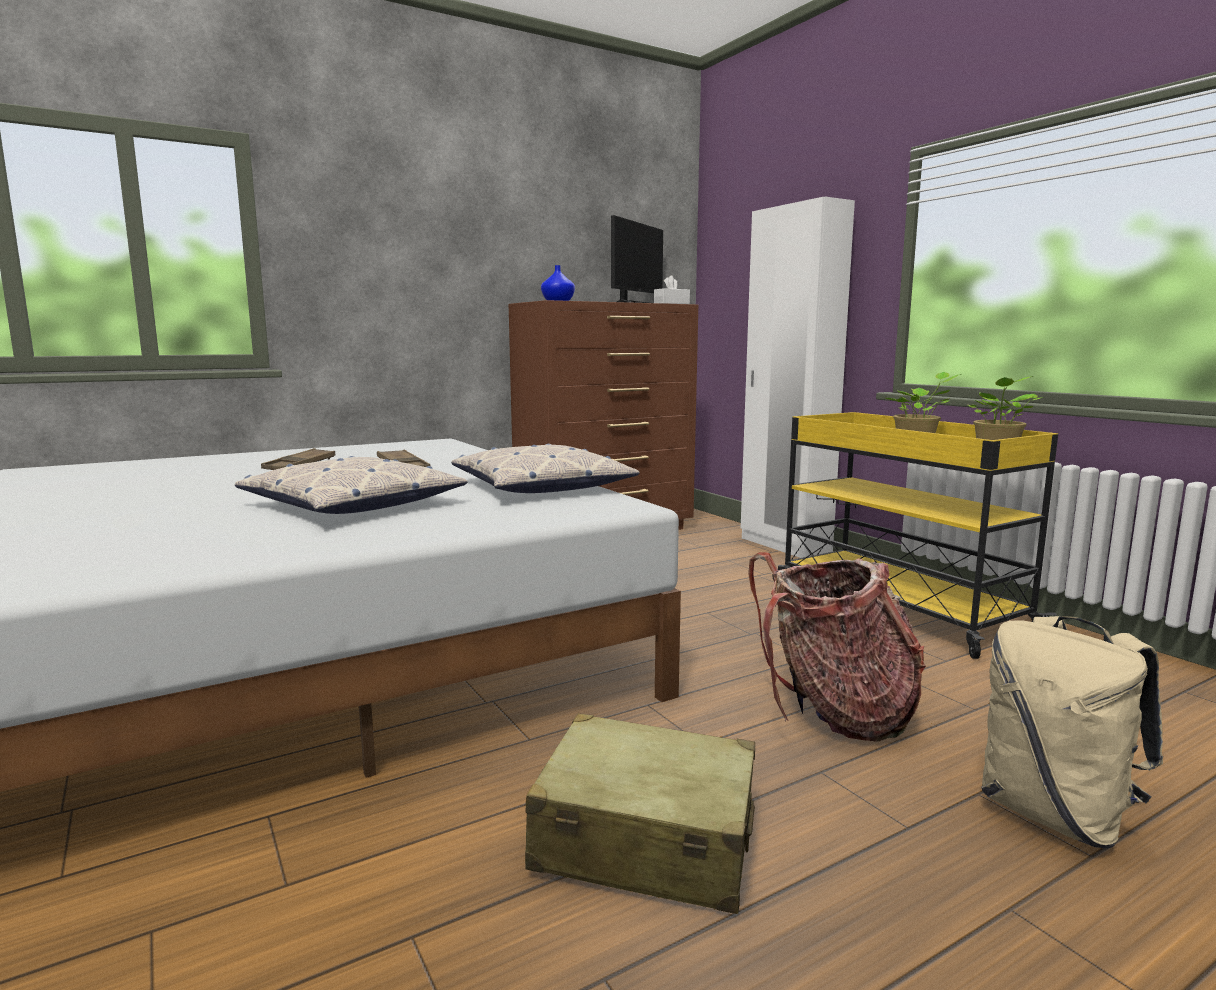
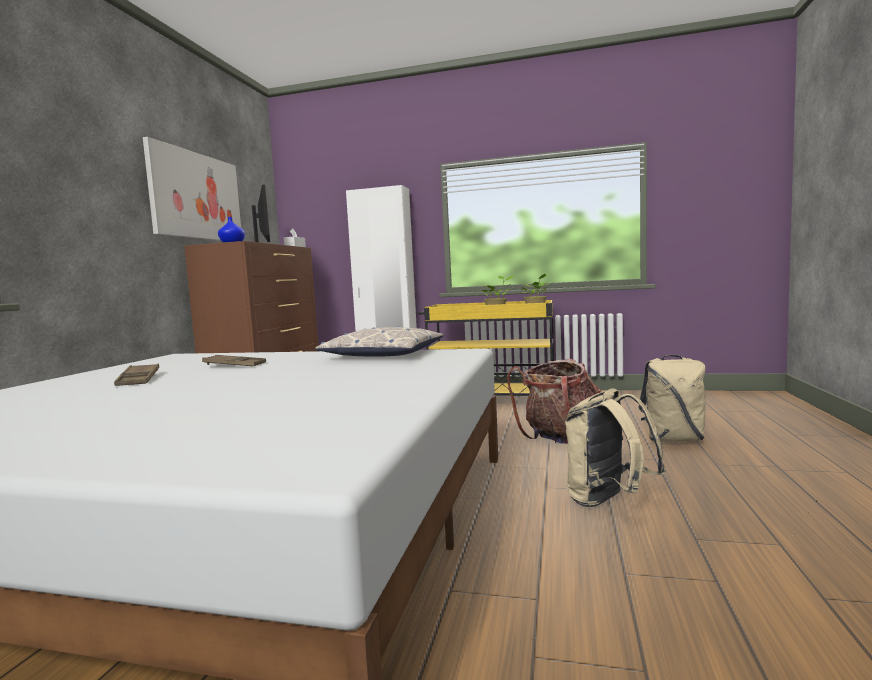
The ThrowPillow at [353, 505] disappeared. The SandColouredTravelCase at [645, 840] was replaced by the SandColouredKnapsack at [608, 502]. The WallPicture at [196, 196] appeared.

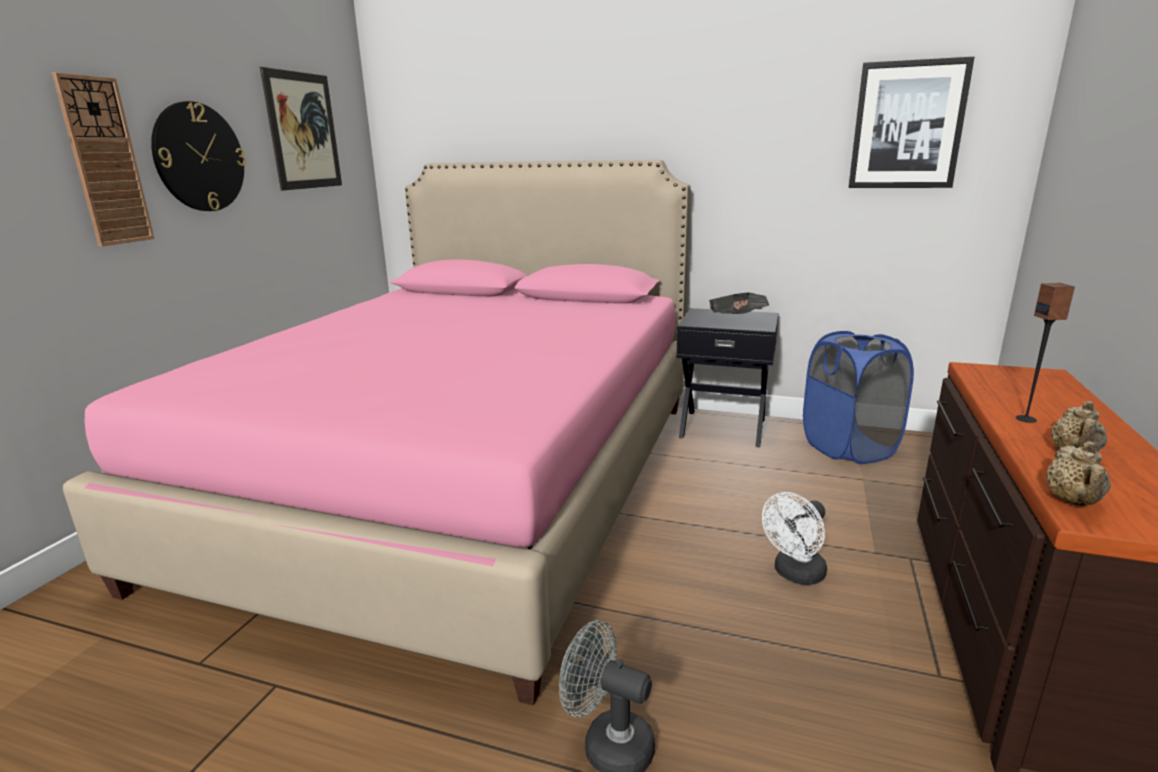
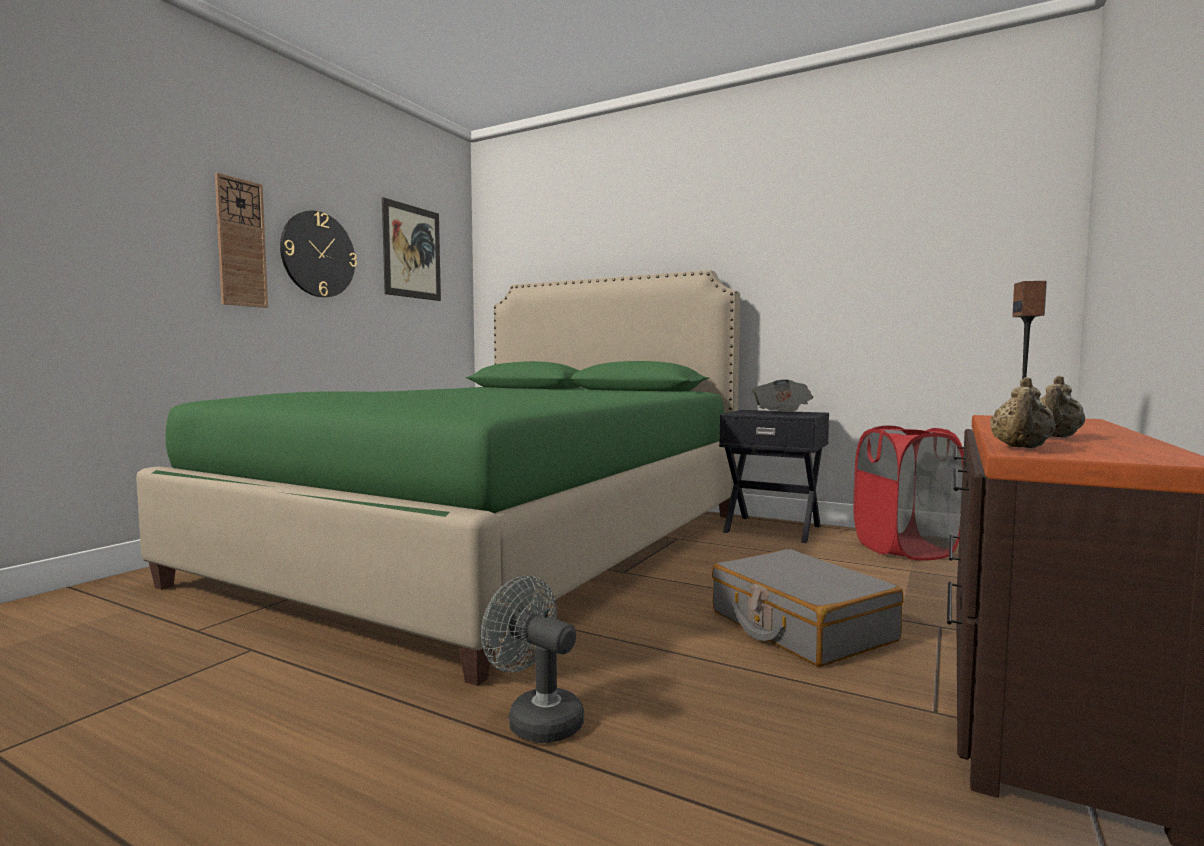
The WallPicture at [907, 125] disappeared. The PinkColouredSleepingBed at [464, 481] became the GreenishSleepingBed at [497, 545]. The BluishLaundryBasket at [848, 448] became the RedColouredLaundryBasket at [904, 549]. The WhiteCoolingFan at [795, 574] was replaced by the GreyTravelCase at [800, 627].

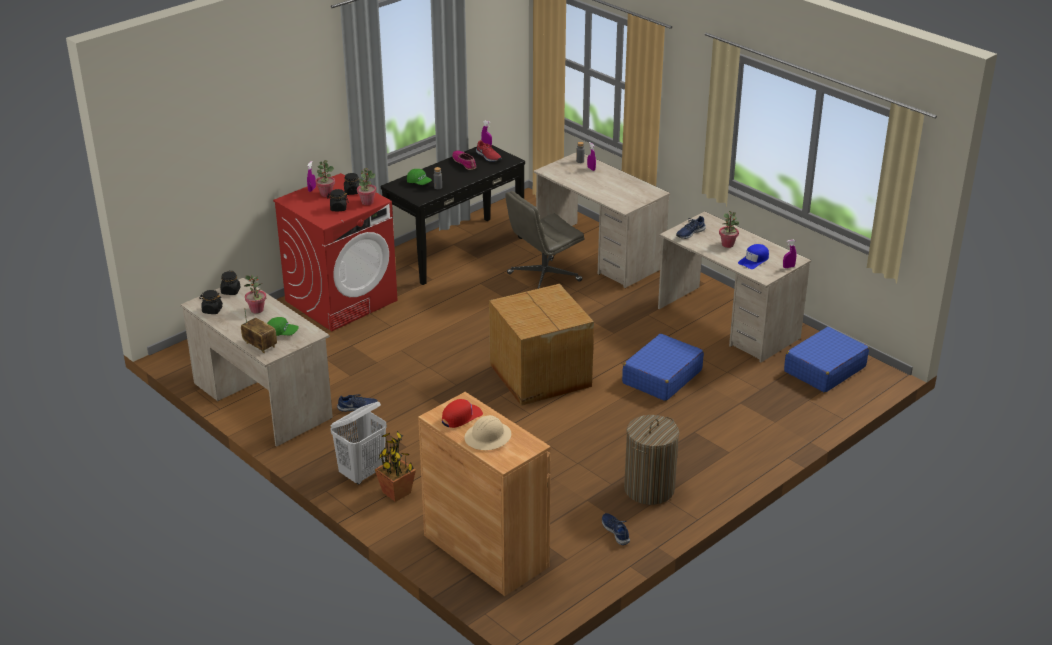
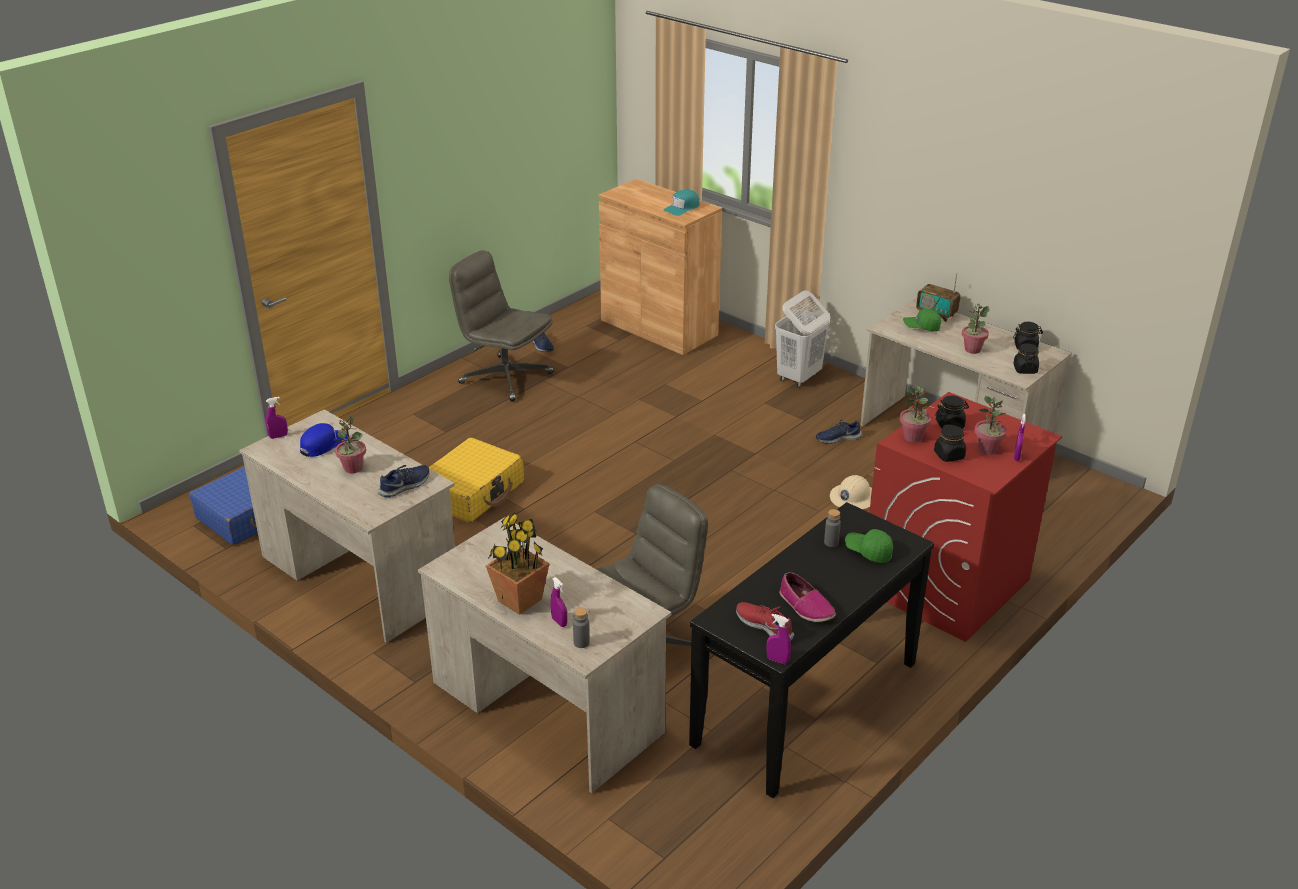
The Carton at [539, 376] disappeared. The BluishTravelCase at [661, 377] became the YellowishTravelCase at [472, 492]. The RedColouredBaseballCap at [461, 417] became the BlueGreenBaseballCap at [682, 208]. The SandColouredSafetyHelmet moved from [488, 437] to [853, 498]. The LaundryBasket at [649, 489] was replaced by the GreyDeskChair at [505, 378]. The Houseplant moved from [396, 493] to [519, 600].

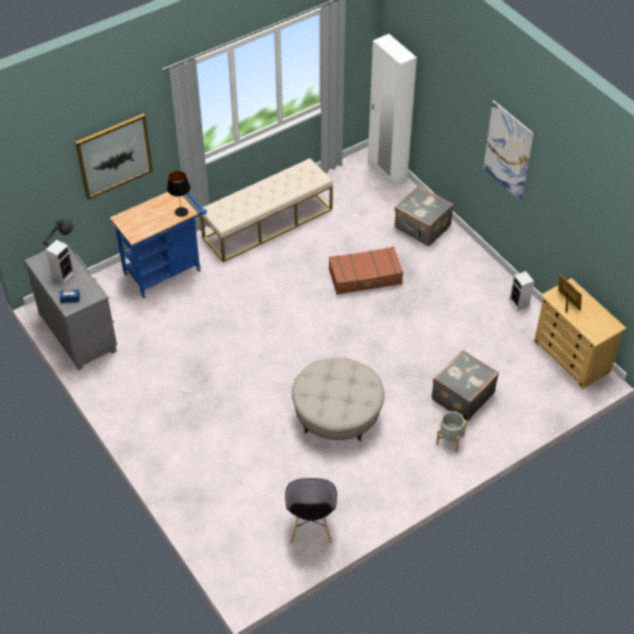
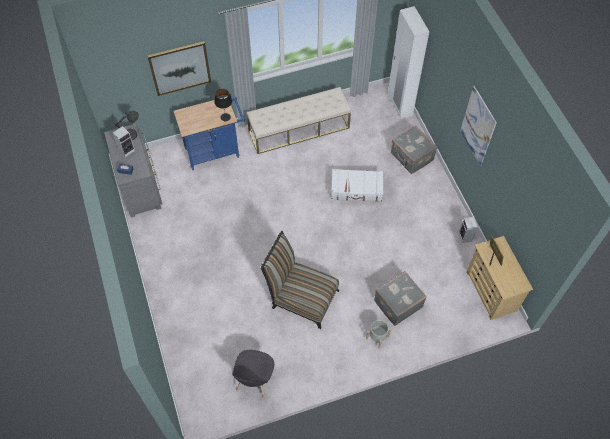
The BrownTravelCase at [365, 277] became the WhiteTravelCase at [356, 189]. The SandColouredPouffe at [337, 415] was replaced by the Chair at [301, 297].

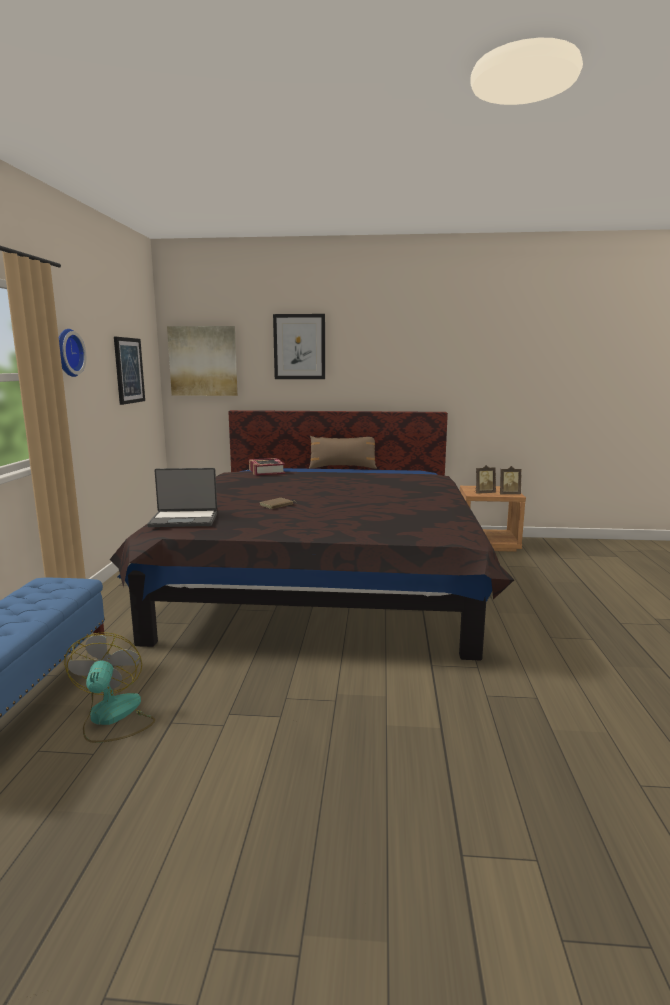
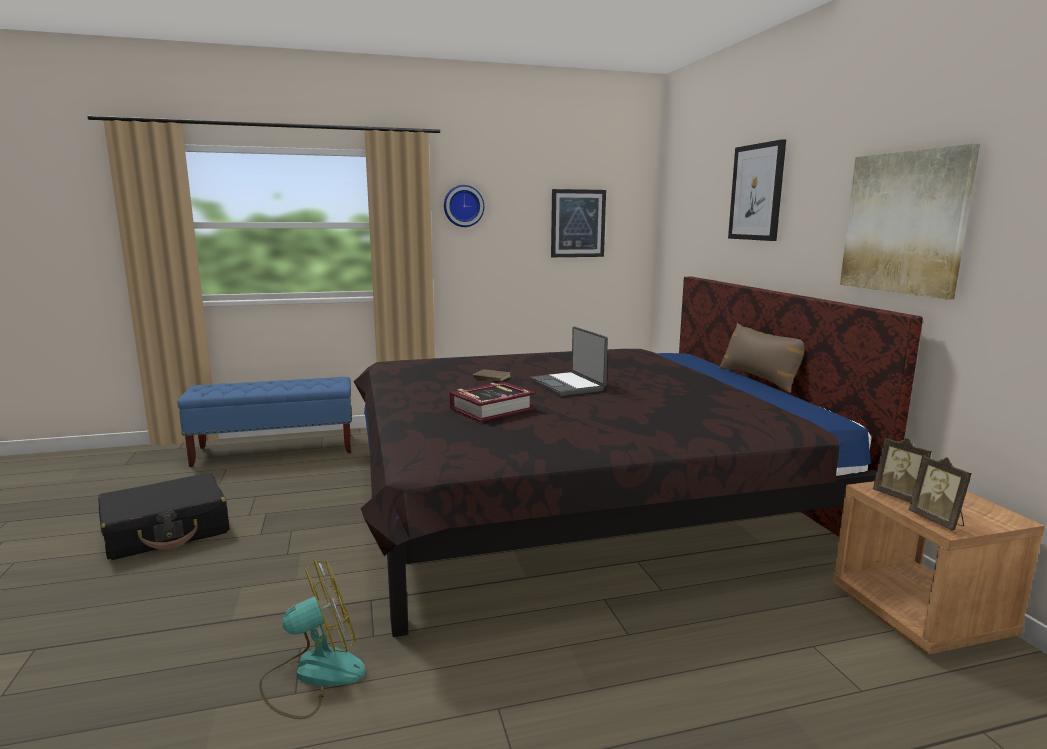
The WallPicture moved from [203, 361] to [904, 222]. The Volume moved from [266, 471] to [492, 409]. The NotebookComputer moved from [184, 520] to [568, 385]. The CoolingFan moved from [112, 718] to [313, 675]. The BlackColouredTravelCase at [167, 531] appeared.

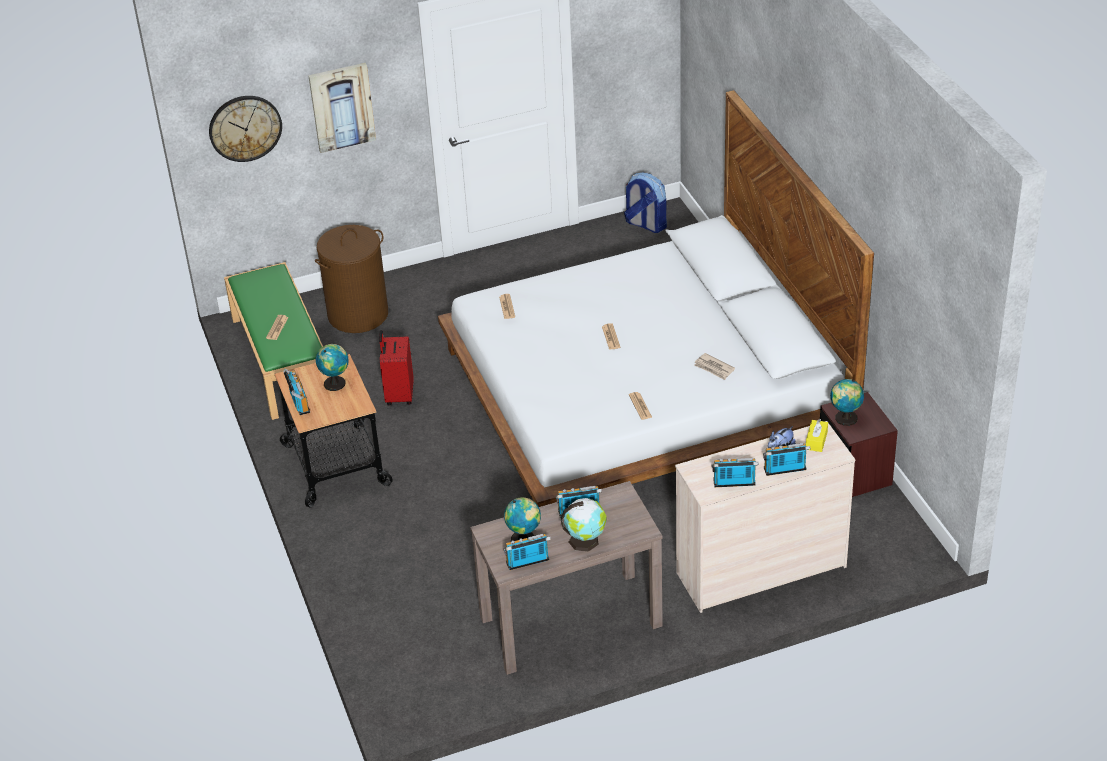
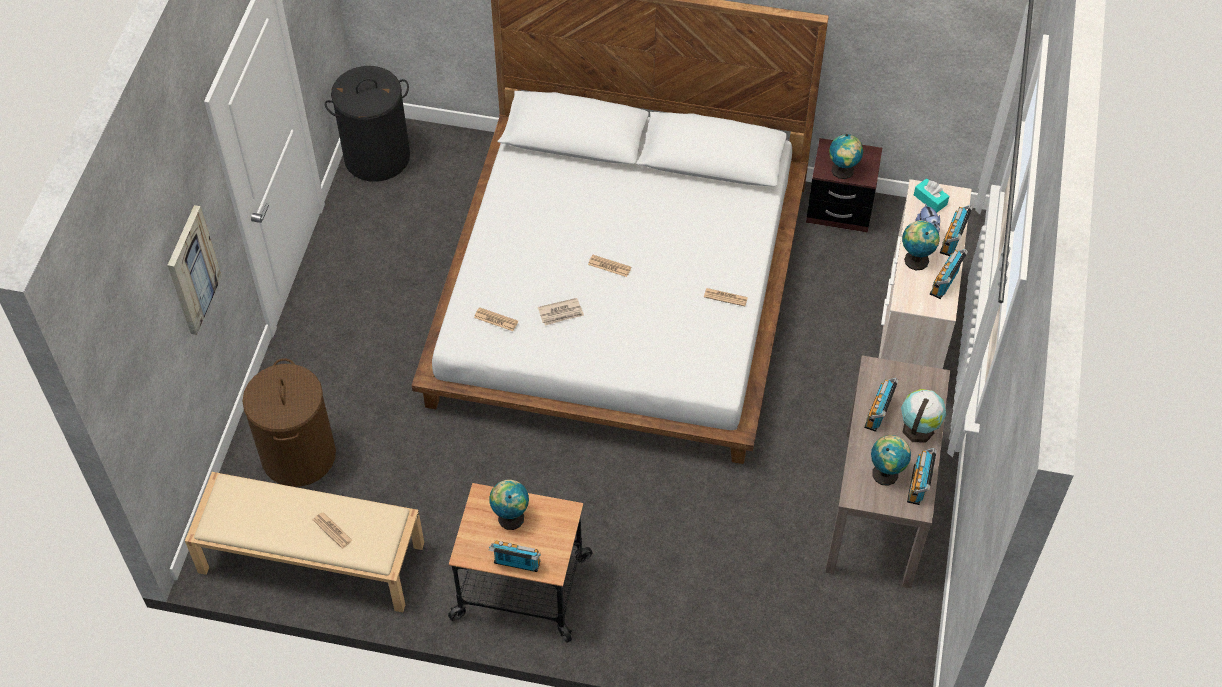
The ClockOnTheWall at [245, 128] disappeared. The Knapsack at [645, 224] was replaced by the BlackColouredLaundryBasket at [377, 157]. The GreenishBench at [281, 359] became the SandColouredBench at [310, 558]. The RedColouredTravelCase at [398, 395] disappeared. The PrintedPaper moved from [714, 368] to [561, 313]. The YellowishTissueHolder at [816, 440] became the BlueGreenTissueHolder at [930, 200]. The DeskGlobe at [915, 259] appeared.

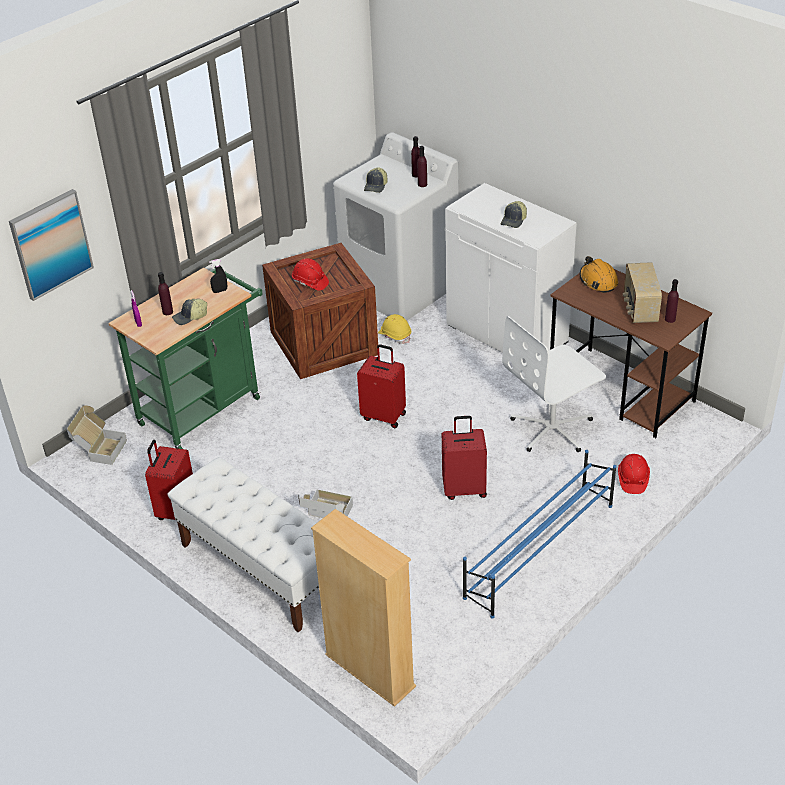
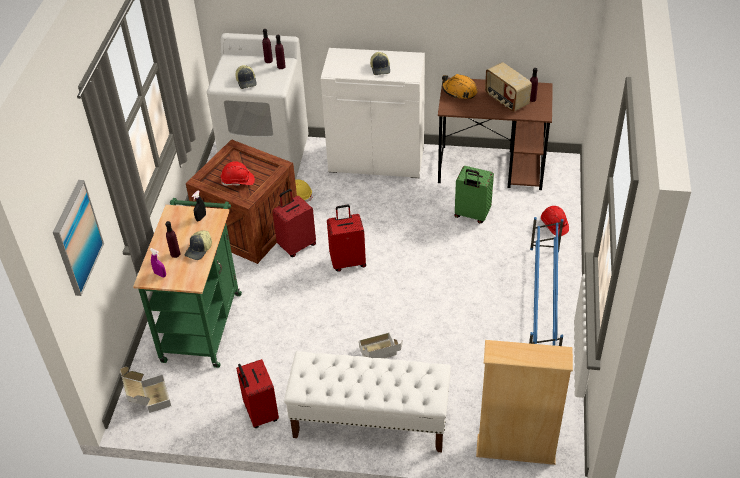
The WhiteDeskChair at [552, 428] was replaced by the GreenishTravelCase at [471, 215]. The RedColouredTravelCase moved from [464, 488] to [296, 245].

